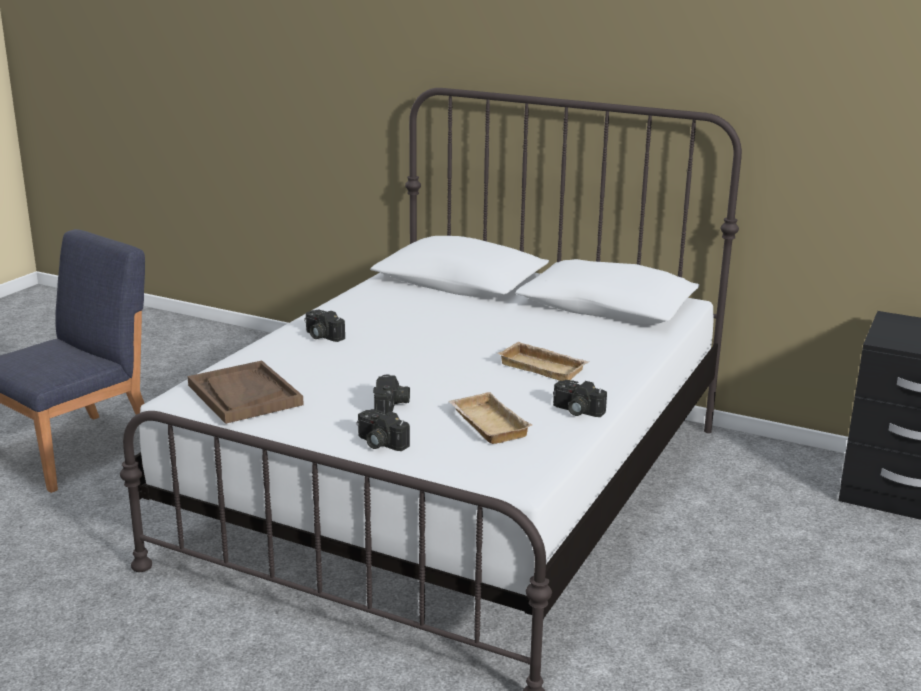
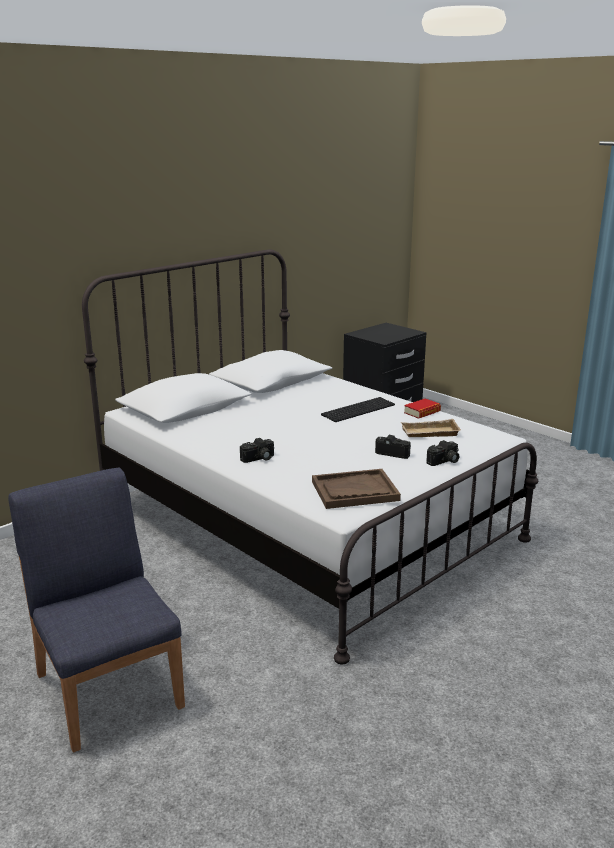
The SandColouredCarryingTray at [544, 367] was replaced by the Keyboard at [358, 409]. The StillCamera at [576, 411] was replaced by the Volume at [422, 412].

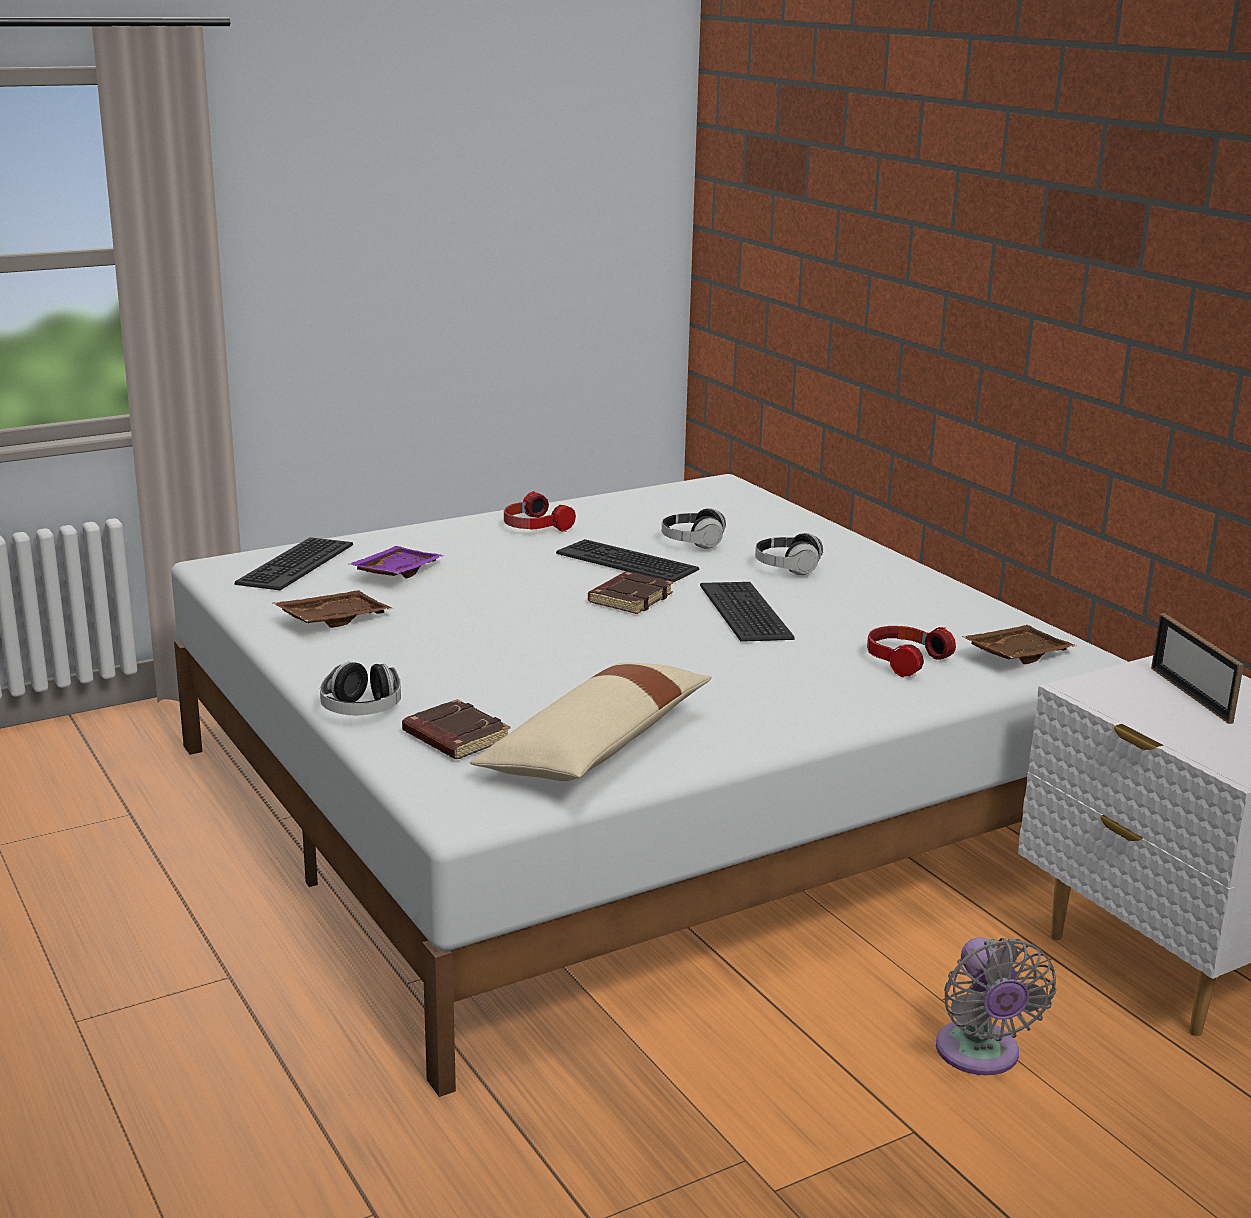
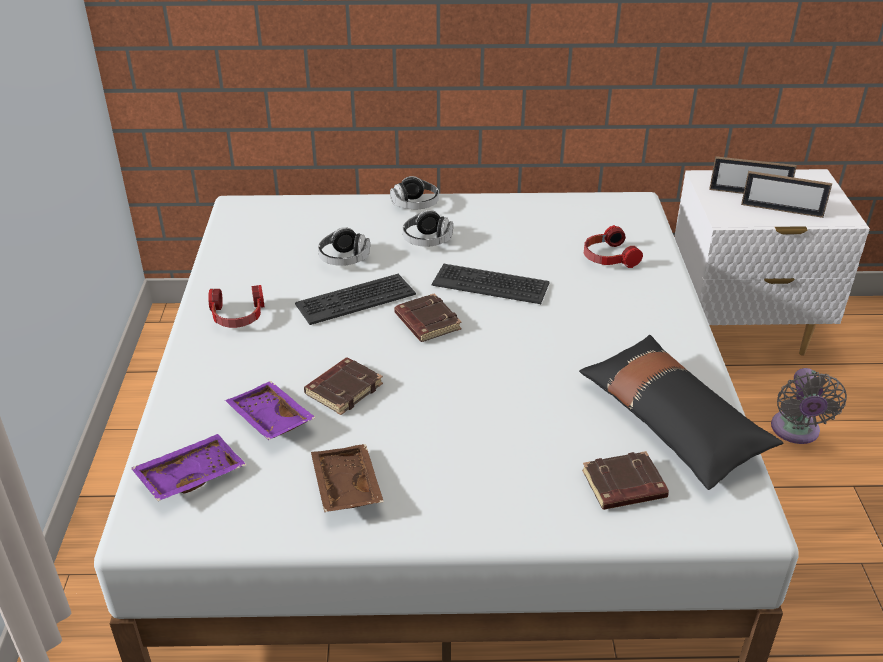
The Keyboard at [294, 565] was replaced by the PurpleColouredCarryingTray at [190, 475]. The BrownCarryingTray at [1016, 655] disappeared. The PairOfHeadphones moved from [361, 710] to [415, 205]. The SandColouredThrowPillow at [596, 747] became the BlackColouredThrowPillow at [672, 423]. The GreyCoolingFan at [980, 1055] turned 75 degrees clockwise. The StandingFrame at [781, 210] appeared. The BrownVolume at [343, 389] appeared.

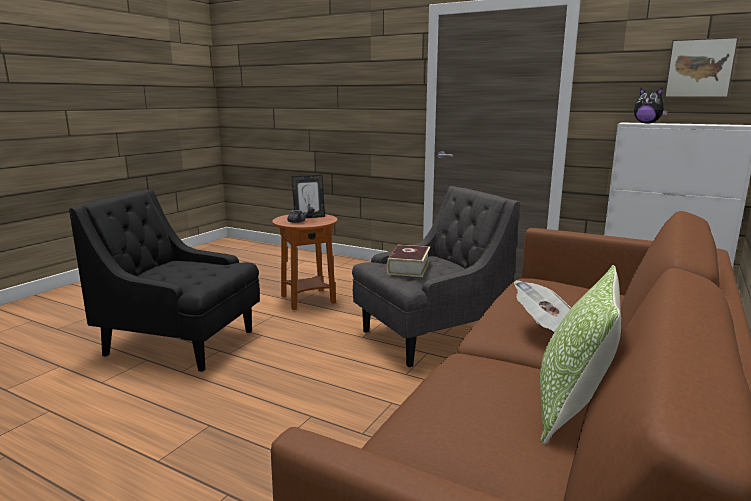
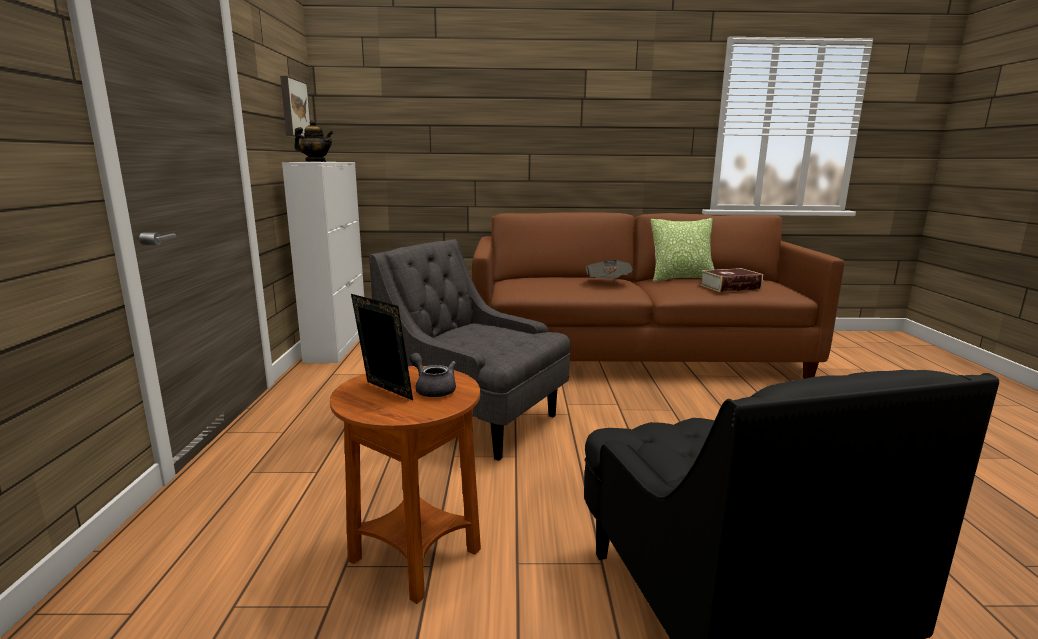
The SoftToy at [647, 123] was replaced by the PotForTea at [316, 161]. The Volume moved from [409, 267] to [730, 287].

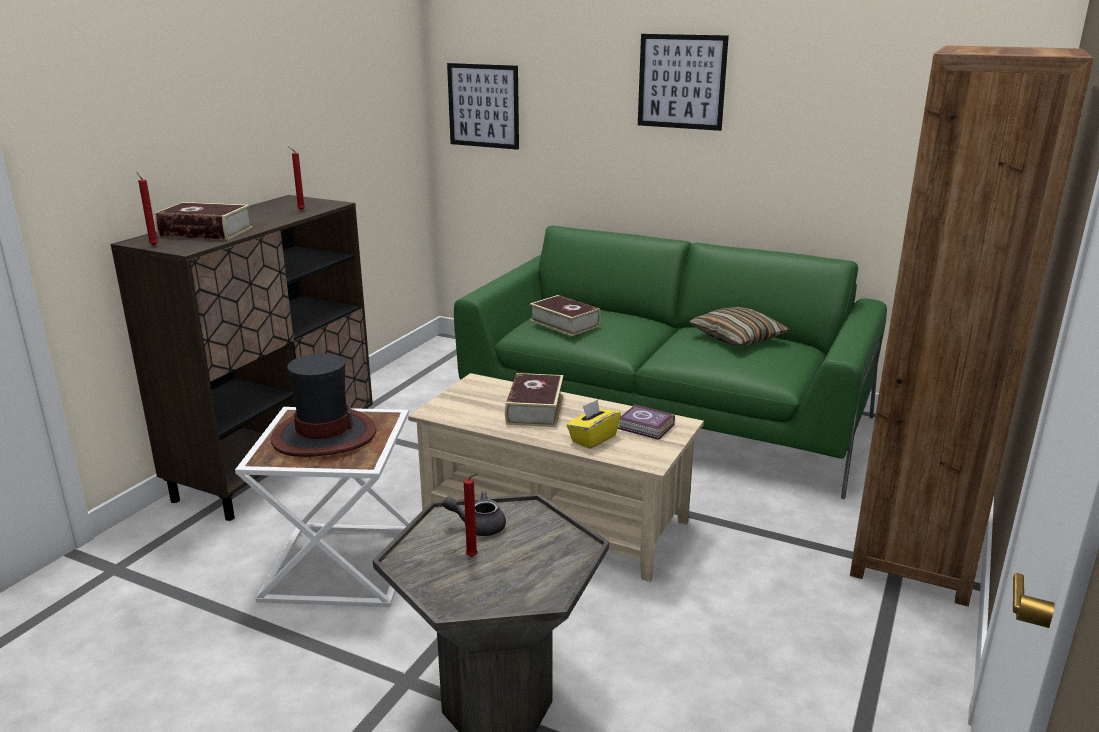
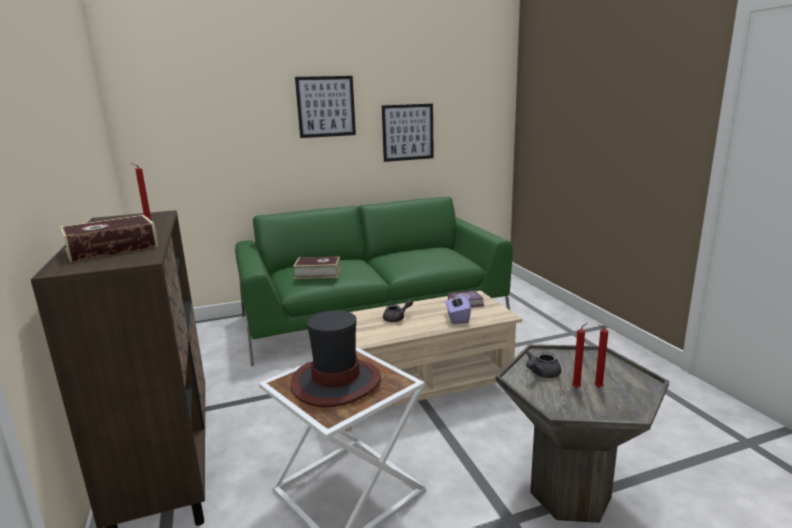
The BrownBookshelf at [914, 556] disappeared. The WallPicture moved from [483, 106] to [408, 132]. The RedColouredCandle moved from [153, 245] to [597, 387]. The ThrowPillow at [737, 338] disappeared. The Volume at [535, 409] was replaced by the GreyPotForTea at [397, 318]. The YellowishTissueHolder at [593, 439] became the PurpleColouredTissueHolder at [457, 318].

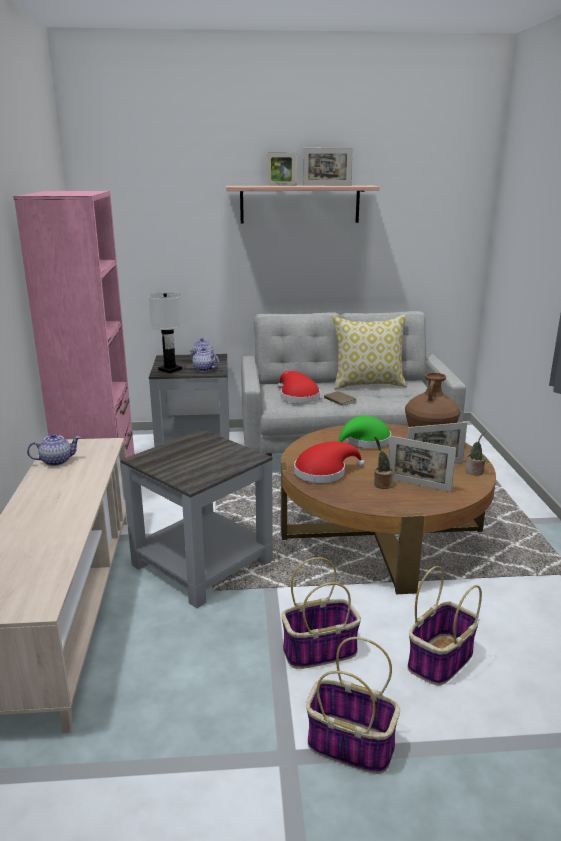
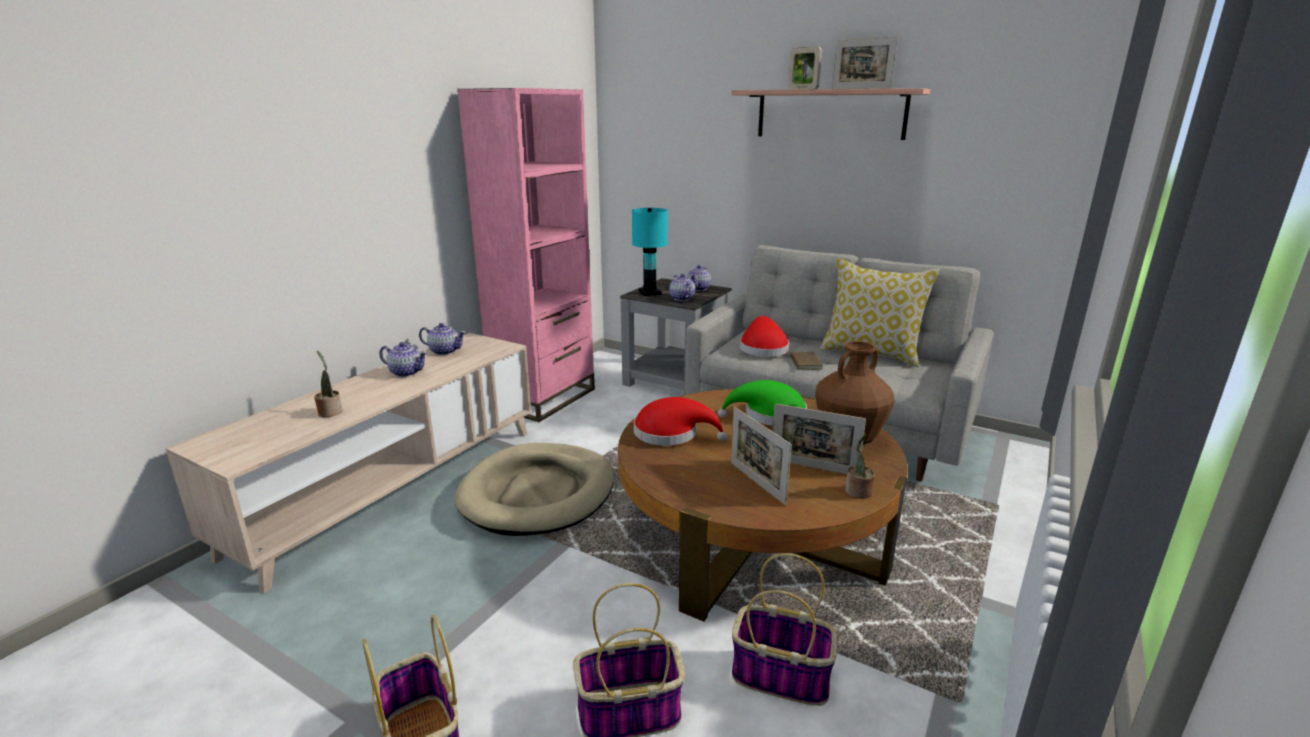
The WhiteLampForATable at [169, 369] became the BlueGreenLampForATable at [649, 293]. The GreySideTable at [202, 562] was replaced by the SandColouredDogBed at [538, 493]. The Houseplant moved from [381, 484] to [330, 412]. The HouseholdBasket moved from [320, 650] to [782, 676]. The PotForTea at [407, 372] appeared.

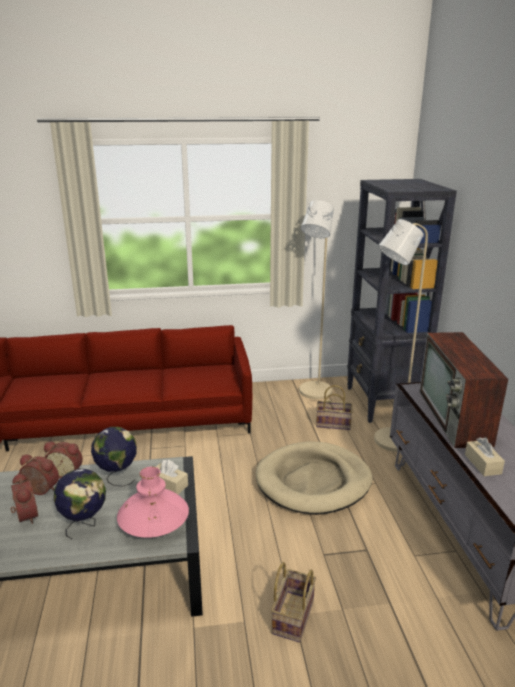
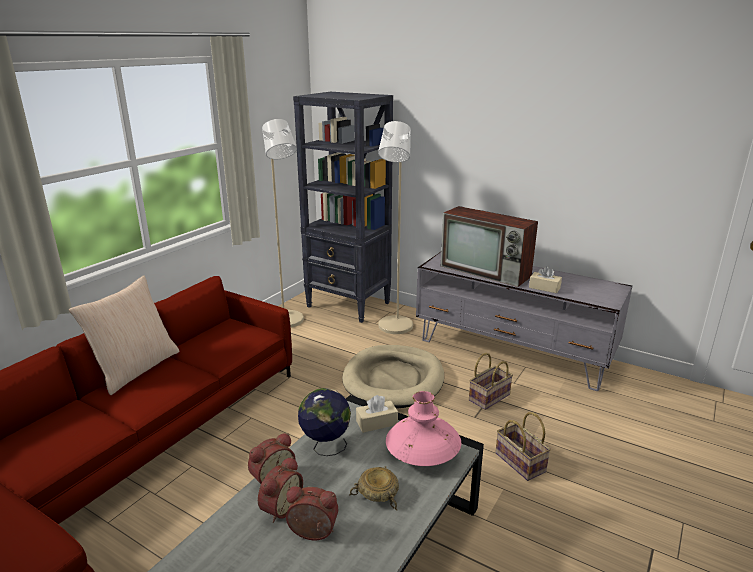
The HouseholdBasket moved from [334, 423] to [489, 396]. The TableClock at [40, 491] turned 150 degrees clockwise. The DeskGlobe at [85, 524] was replaced by the SandColouredDeepDish at [377, 494]. The SandColouredThrowPillow at [136, 369] appeared.

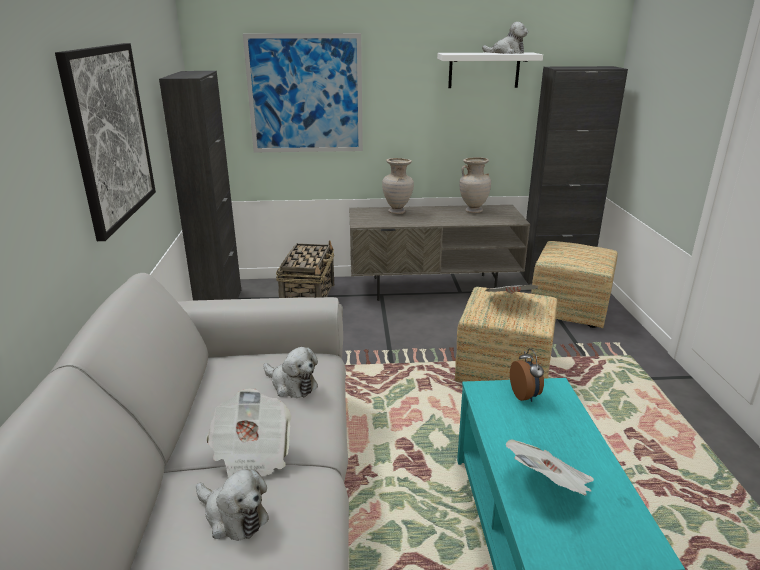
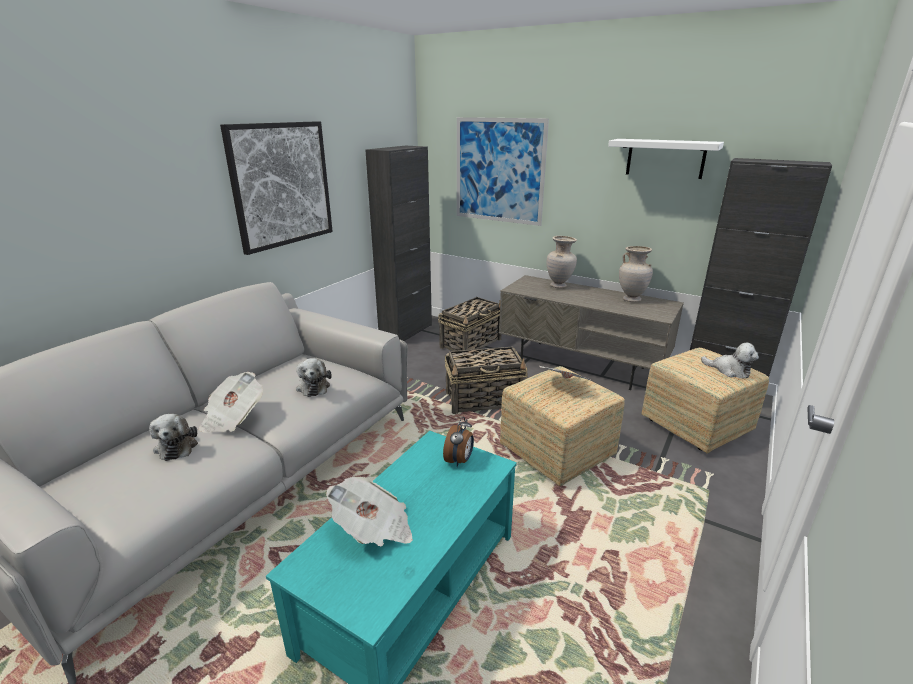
The SoftToy moved from [506, 53] to [729, 370]. The HouseholdBasket at [484, 400] appeared.

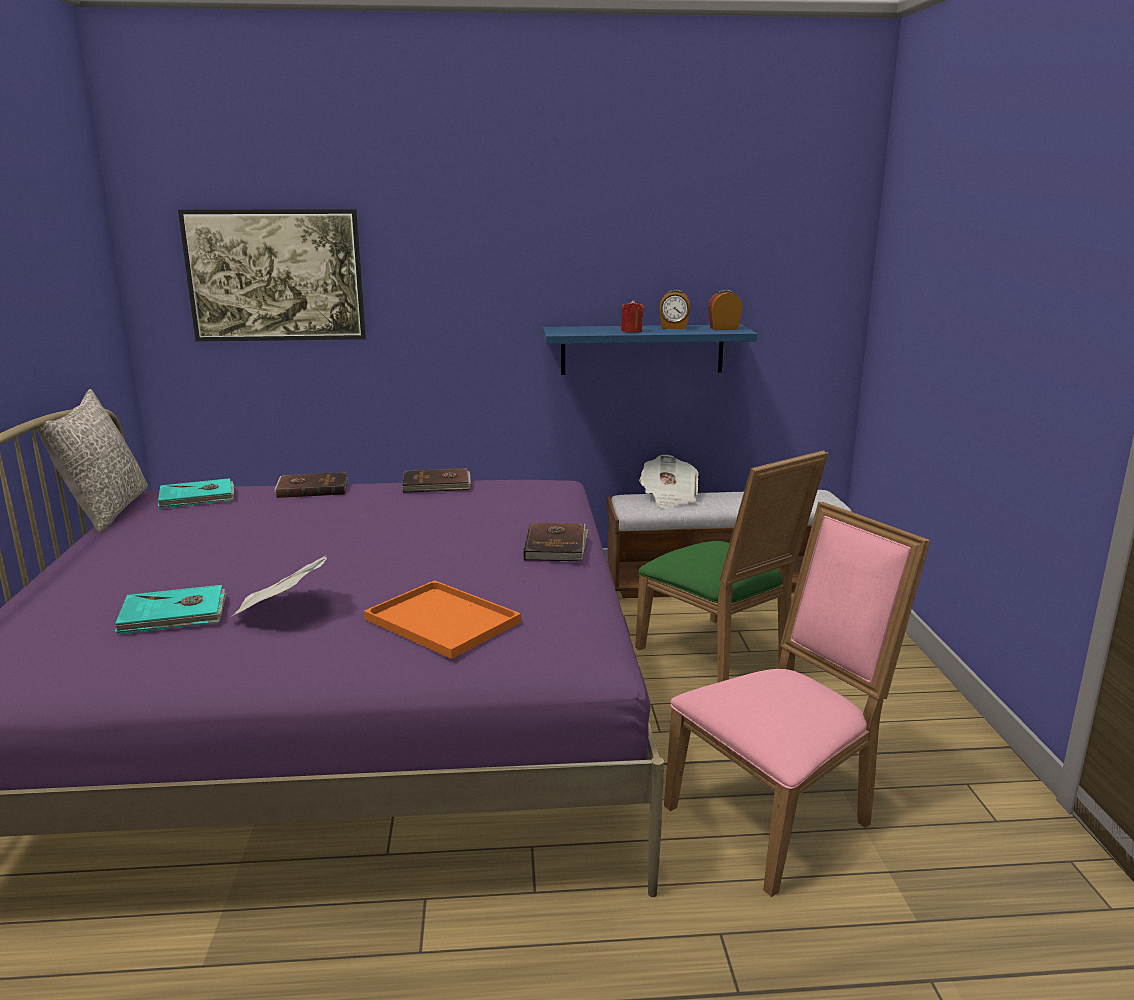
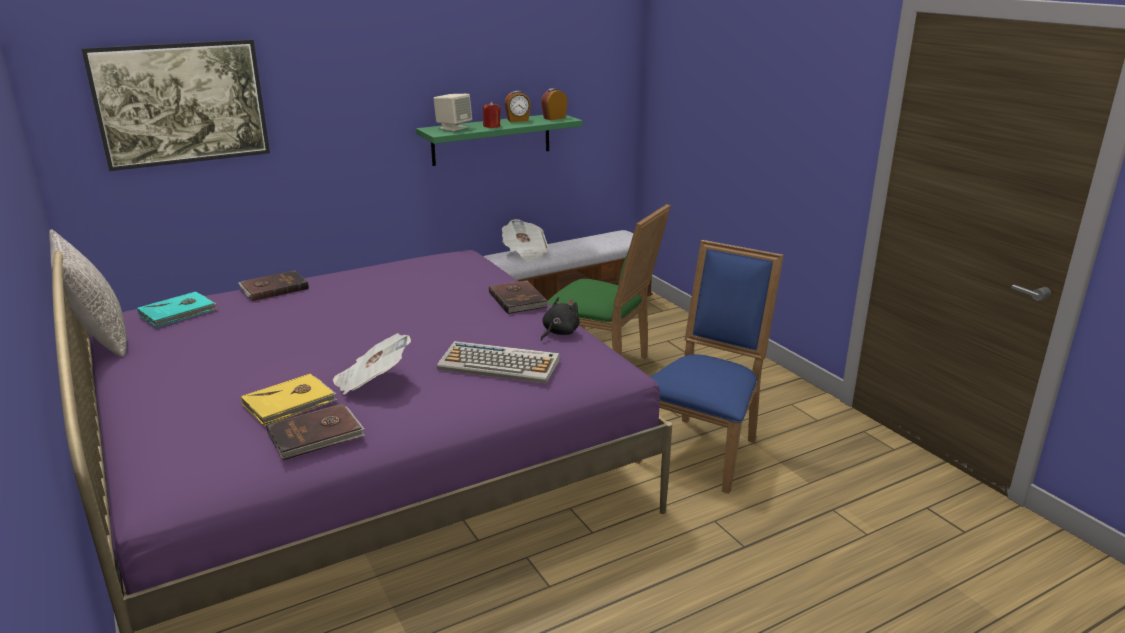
The BluishShelf at [642, 349] became the GreenishShelf at [491, 139]. The BrownVolume moved from [436, 484] to [316, 435]. The PinkColouredChair at [779, 815] became the BluishChair at [703, 448]. The OrangeCarryingTray at [445, 621] was replaced by the Keyboard at [500, 364]. The BlueGreenVolume at [173, 615] became the YellowishVolume at [290, 403]. The SandColouredAudioSpeaker at [453, 128] appeared. The BlackColouredSoftToy at [559, 333] appeared.

